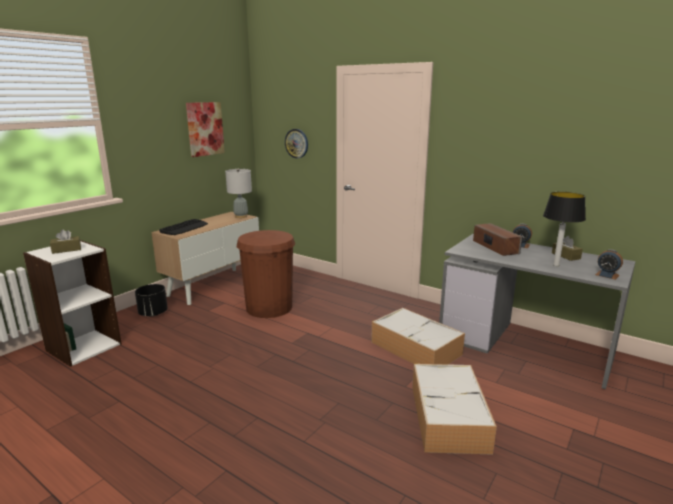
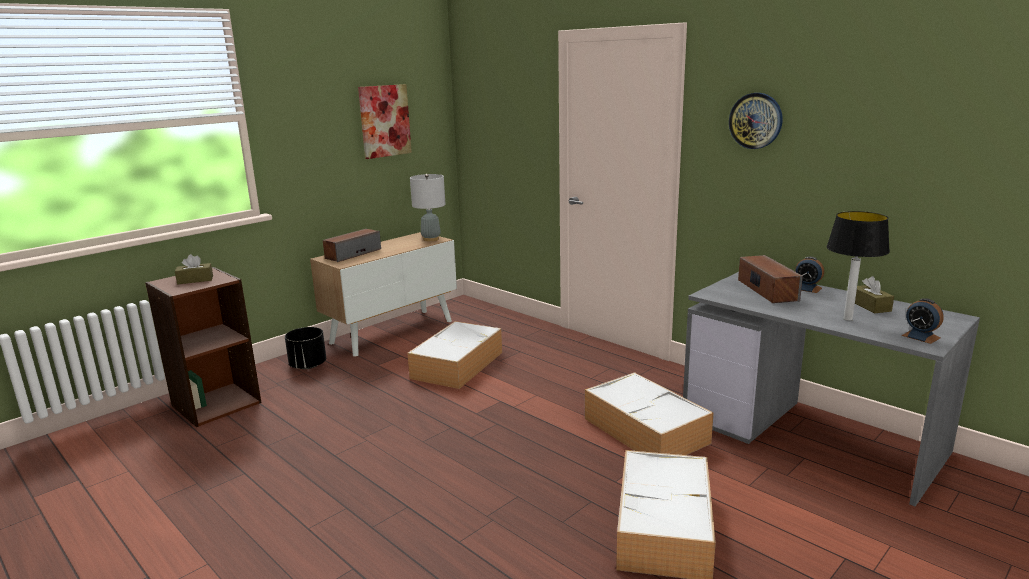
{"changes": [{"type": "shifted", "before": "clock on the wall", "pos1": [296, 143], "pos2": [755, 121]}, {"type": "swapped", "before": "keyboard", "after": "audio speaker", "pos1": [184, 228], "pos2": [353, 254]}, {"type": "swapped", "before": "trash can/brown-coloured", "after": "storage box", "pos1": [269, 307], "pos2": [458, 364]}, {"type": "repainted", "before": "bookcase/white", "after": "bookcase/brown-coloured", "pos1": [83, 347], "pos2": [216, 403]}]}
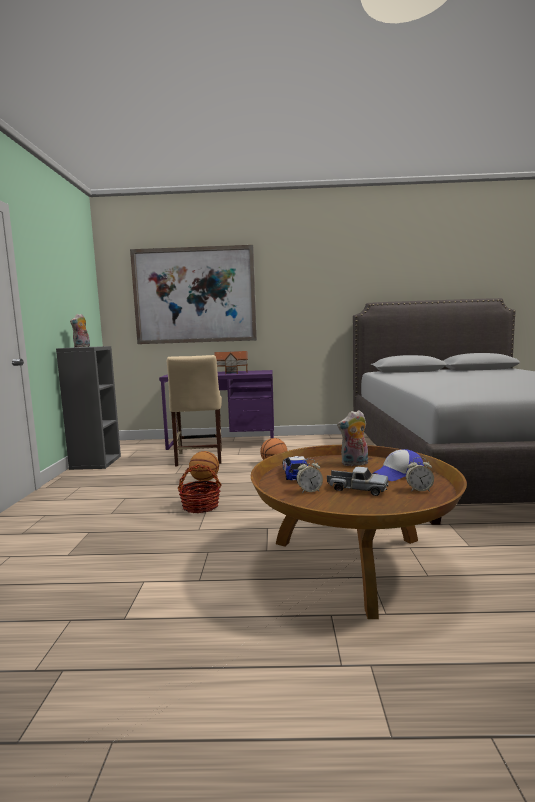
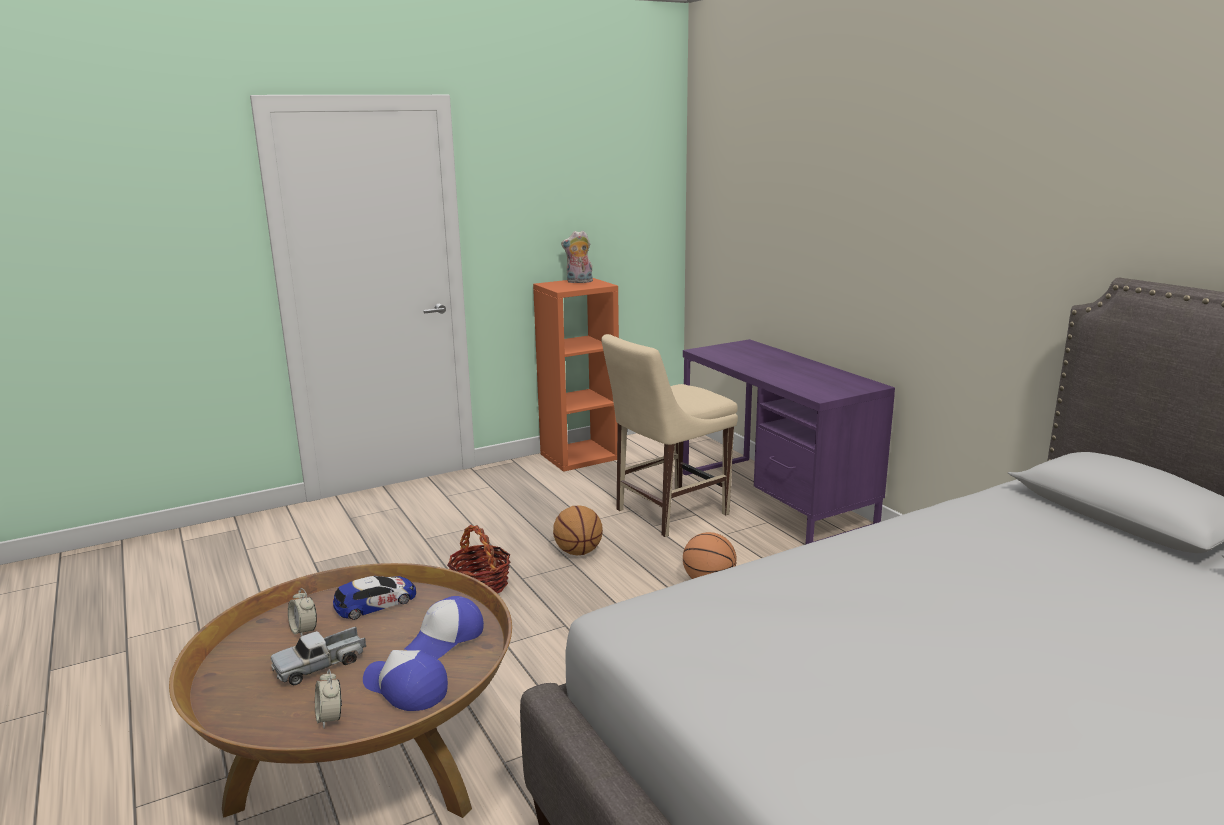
{"changes": [{"type": "gone", "before": "wall picture", "pos1": [195, 296]}, {"type": "repainted", "before": "bookcase/grey", "after": "bookcase/orange", "pos1": [95, 462], "pos2": [580, 456]}, {"type": "gone", "before": "model house", "pos1": [232, 372]}, {"type": "swapped", "before": "cuddly toy", "after": "peaked cap", "pos1": [354, 464], "pos2": [446, 638]}, {"type": "rotated", "before": "toy truck", "pos1": [357, 489], "pos2": [321, 664], "turn": 60}]}
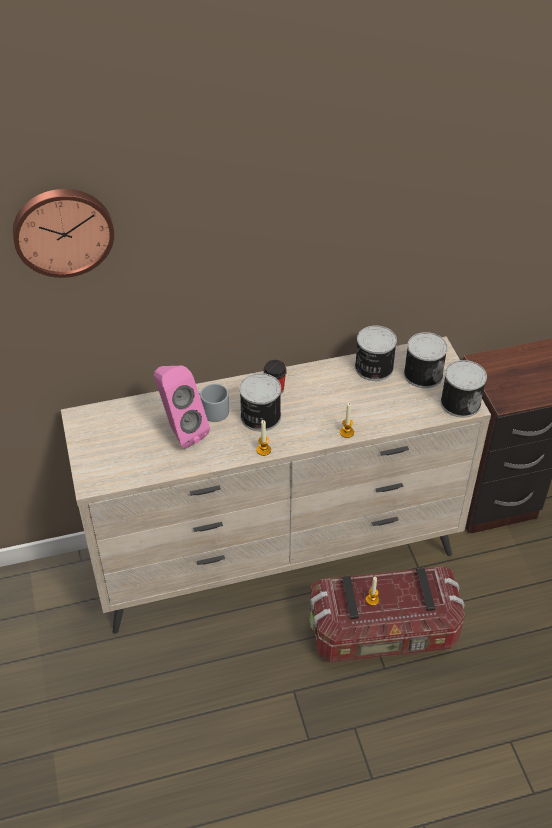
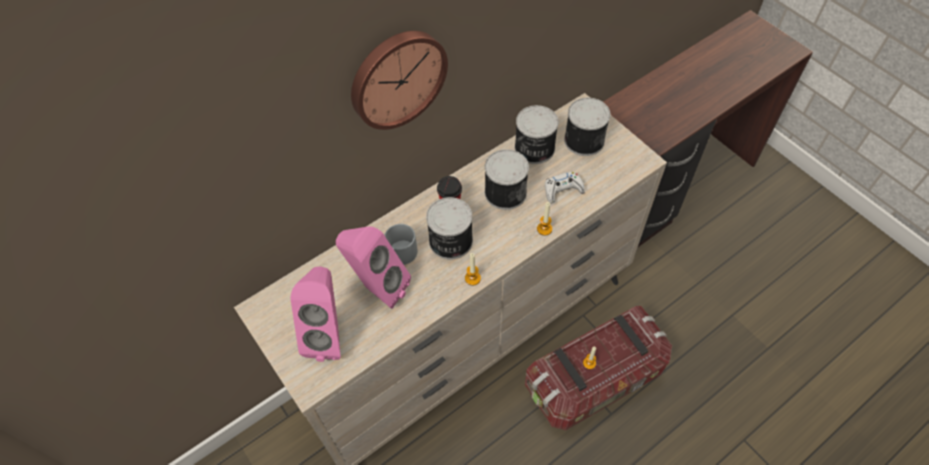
{"changes": [{"type": "shifted", "before": "clock on the wall", "pos1": [63, 230], "pos2": [396, 78]}, {"type": "shifted", "before": "can", "pos1": [460, 402], "pos2": [504, 192]}, {"type": "new", "after": "joypad/white", "pos2": [562, 190]}, {"type": "new", "after": "audio speaker/pink-coloured", "pos2": [329, 334]}]}
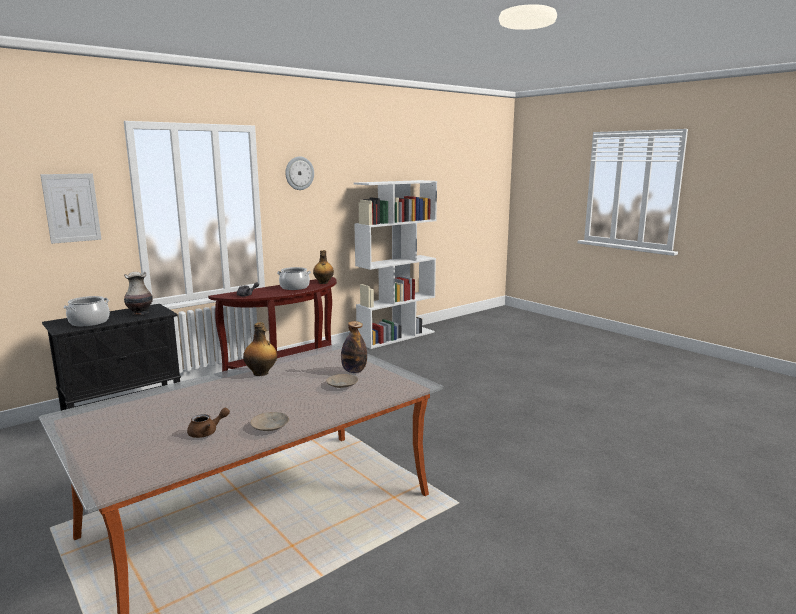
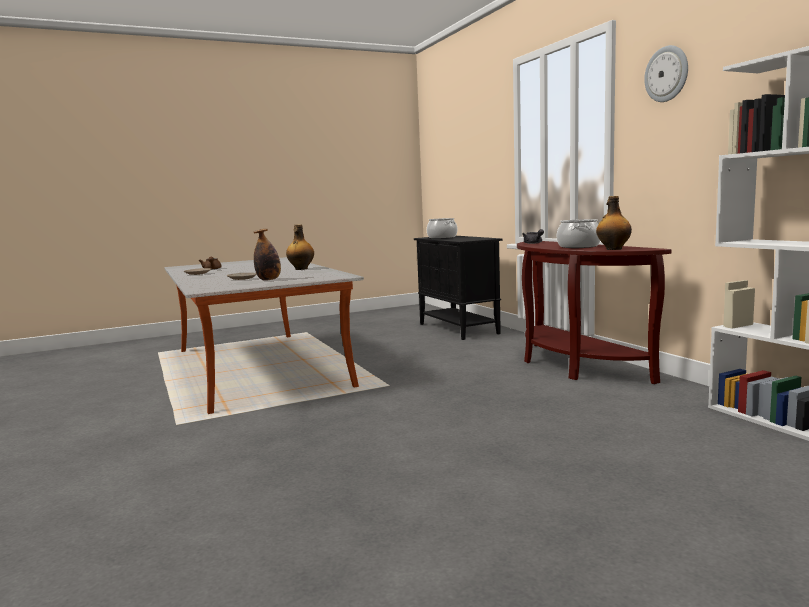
{"changes": [{"type": "gone", "before": "wall picture", "pos1": [71, 208]}, {"type": "gone", "before": "flower vase", "pos1": [139, 313]}]}
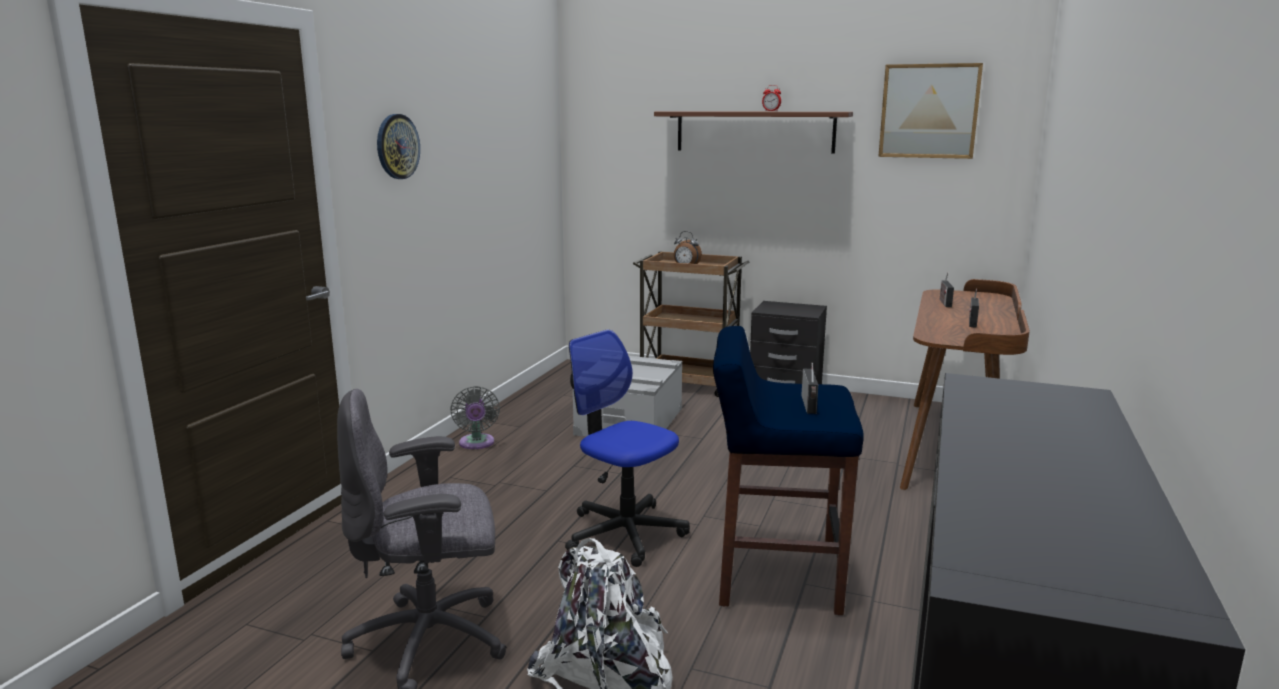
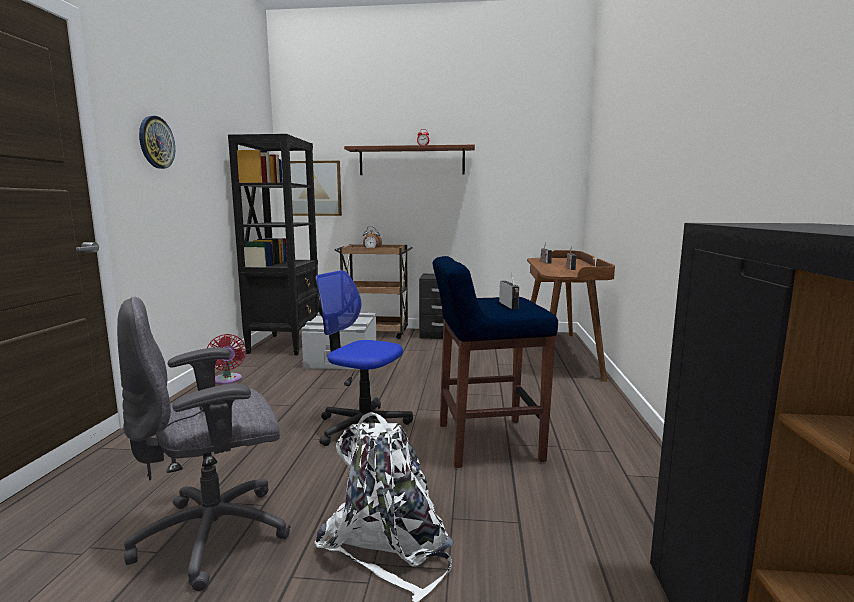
{"changes": [{"type": "shifted", "before": "wall picture", "pos1": [929, 111], "pos2": [314, 188]}, {"type": "repainted", "before": "electric fan/grey", "after": "electric fan/reddish", "pos1": [476, 444], "pos2": [227, 380]}, {"type": "new", "after": "bookcase/black", "pos2": [285, 344]}]}
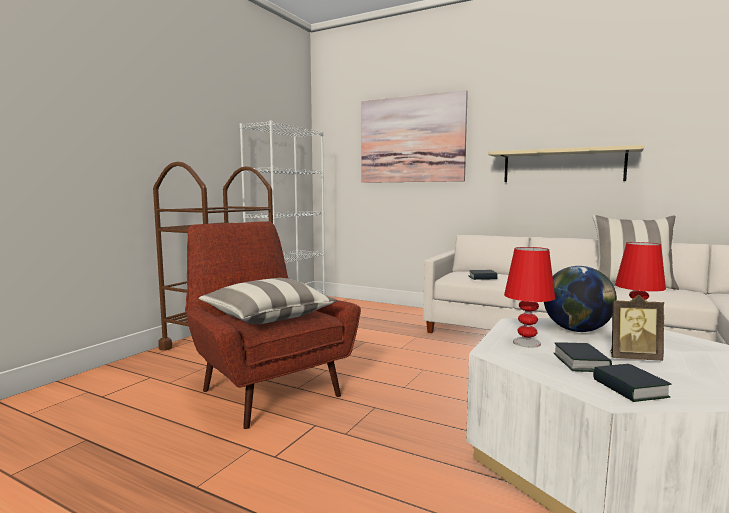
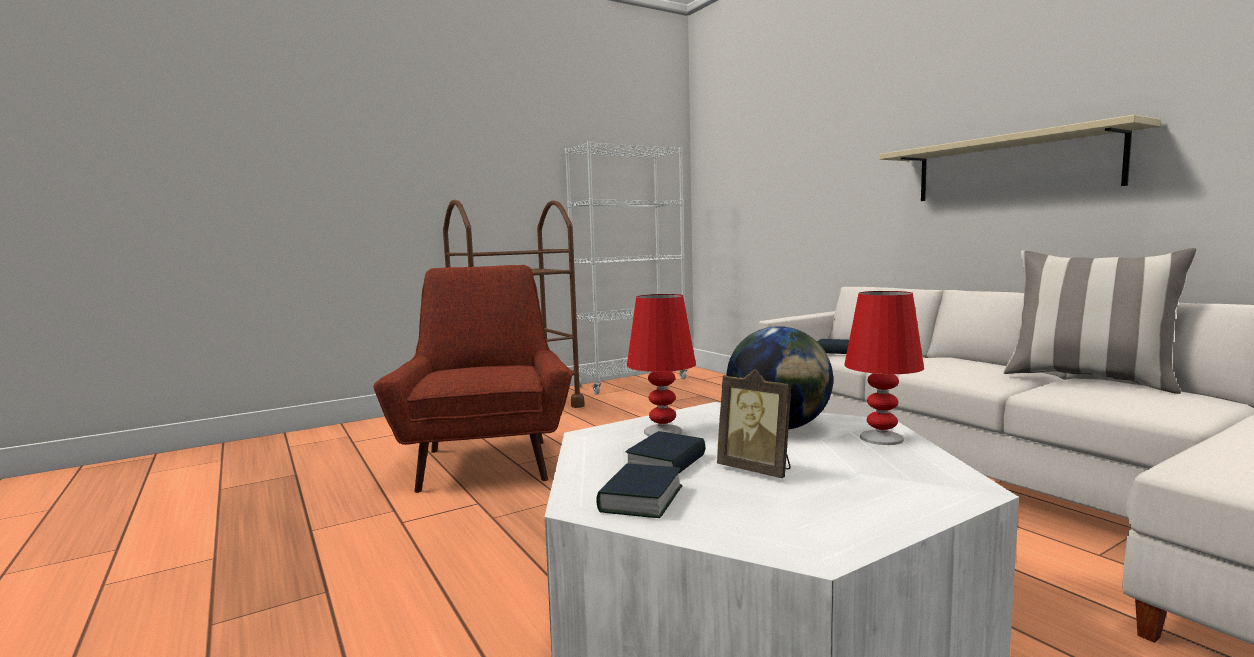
{"changes": [{"type": "gone", "before": "wall picture", "pos1": [411, 139]}, {"type": "gone", "before": "throw pillow", "pos1": [267, 317]}]}
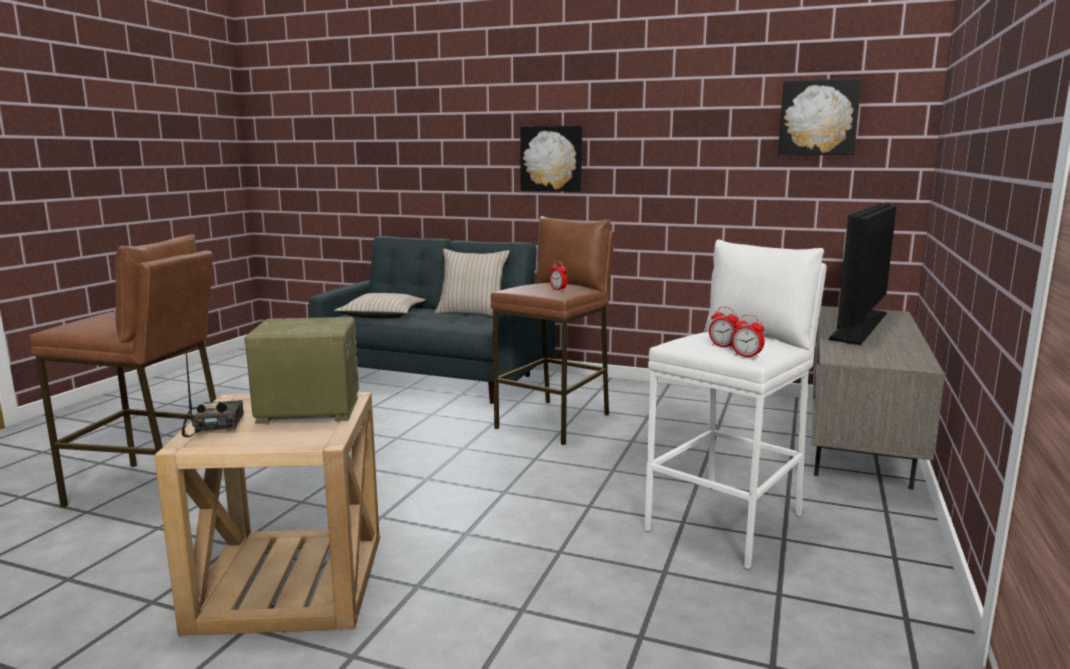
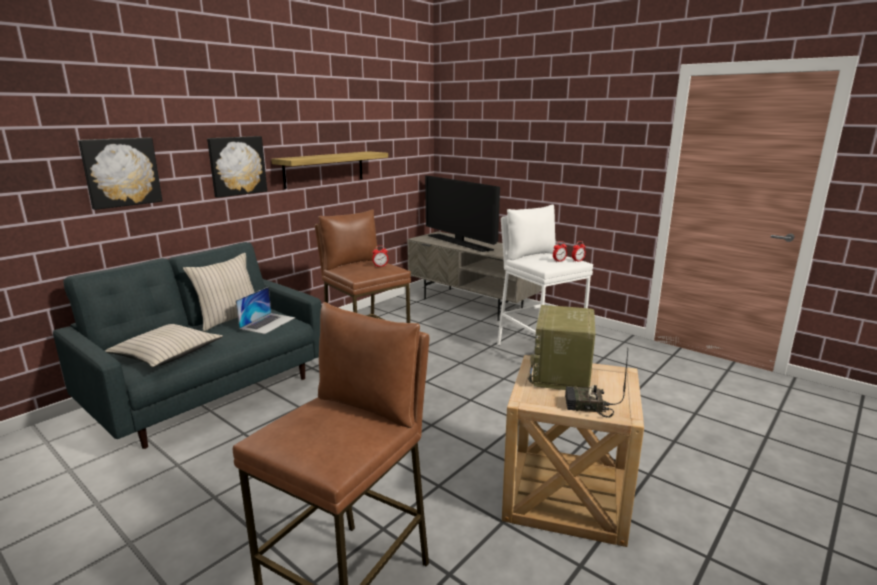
{"changes": [{"type": "shifted", "before": "wall picture", "pos1": [818, 117], "pos2": [121, 172]}, {"type": "new", "after": "shelf", "pos2": [324, 169]}, {"type": "new", "after": "laptop", "pos2": [268, 323]}]}
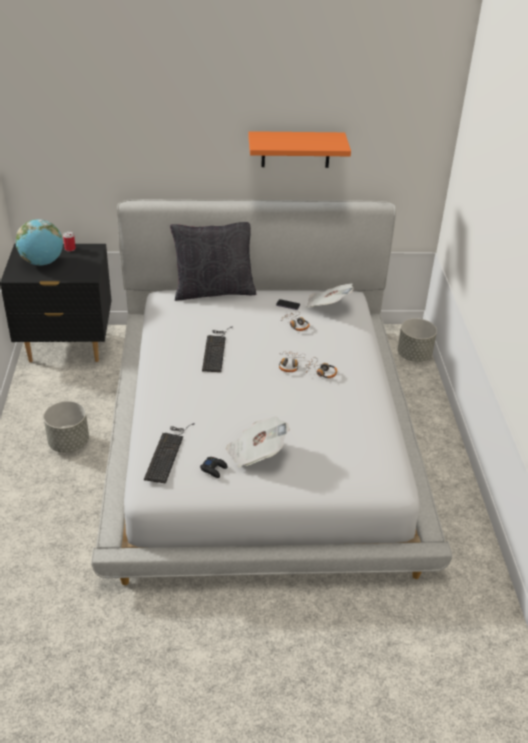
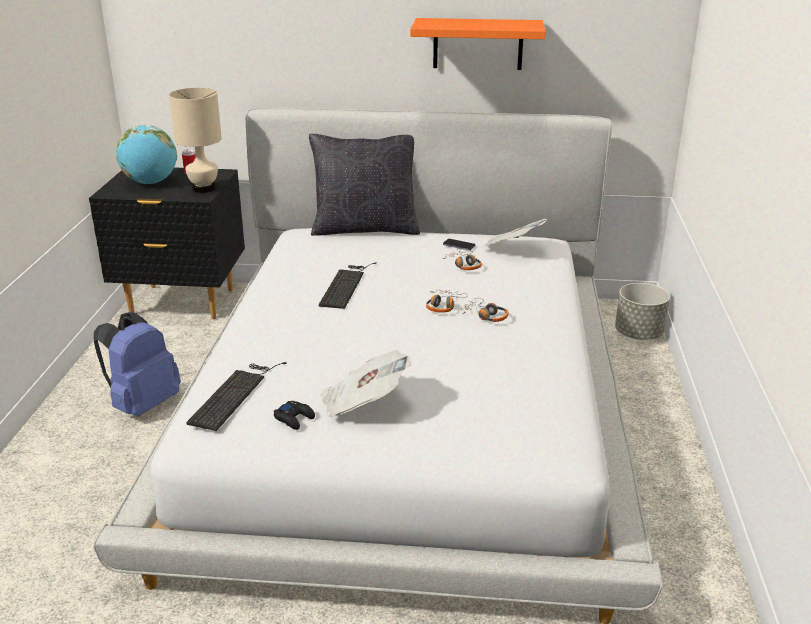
{"changes": [{"type": "swapped", "before": "planter/grey", "after": "rucksack/bluish", "pos1": [69, 443], "pos2": [143, 404]}, {"type": "new", "after": "tabletop lamp/sand-coloured", "pos2": [204, 188]}]}
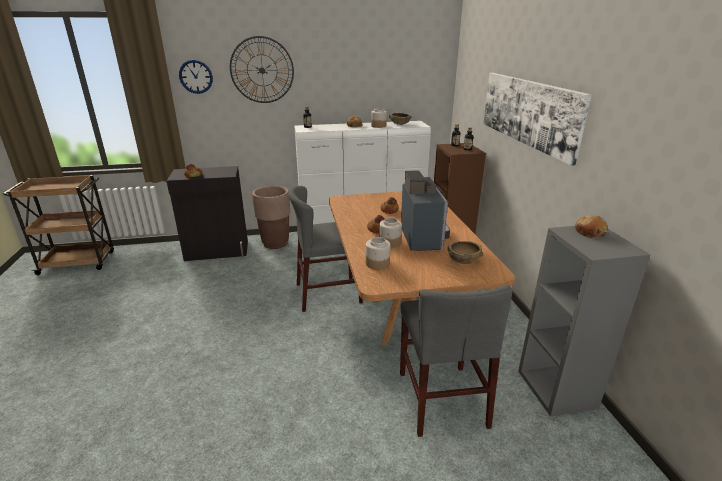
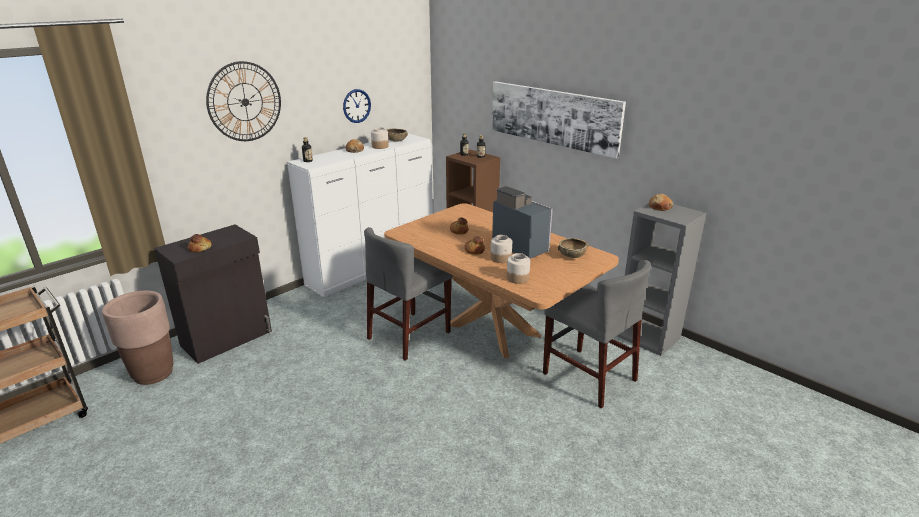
{"changes": [{"type": "shifted", "before": "clock on the wall", "pos1": [196, 76], "pos2": [356, 106]}, {"type": "shifted", "before": "planter/brown-coloured", "pos1": [275, 243], "pos2": [153, 373]}]}
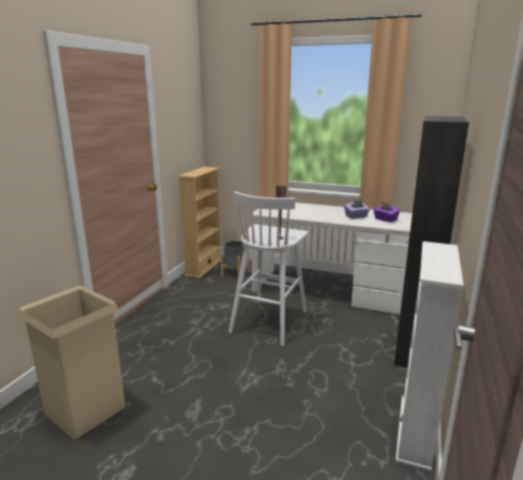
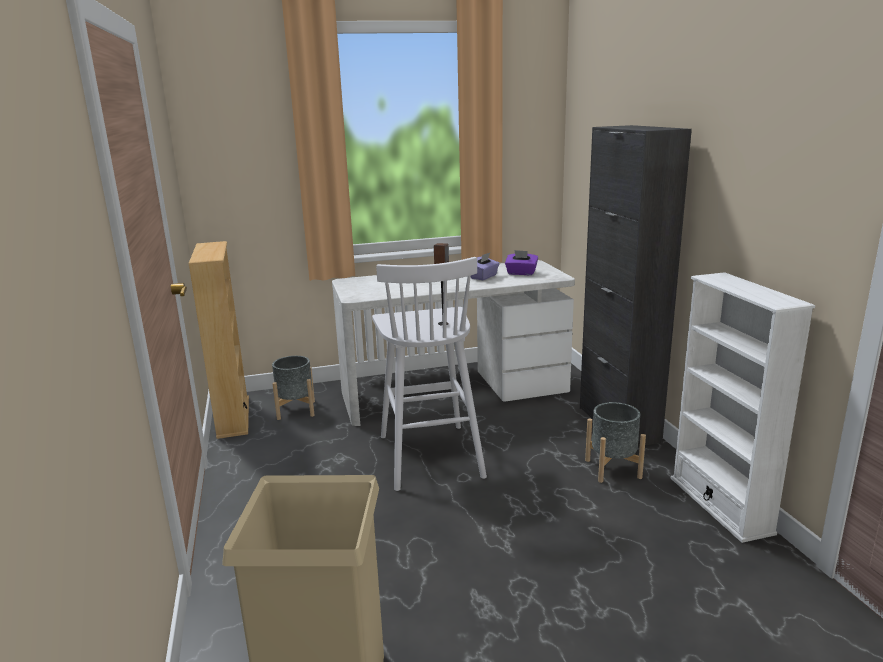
{"changes": [{"type": "new", "after": "planter/grey", "pos2": [613, 469]}]}
